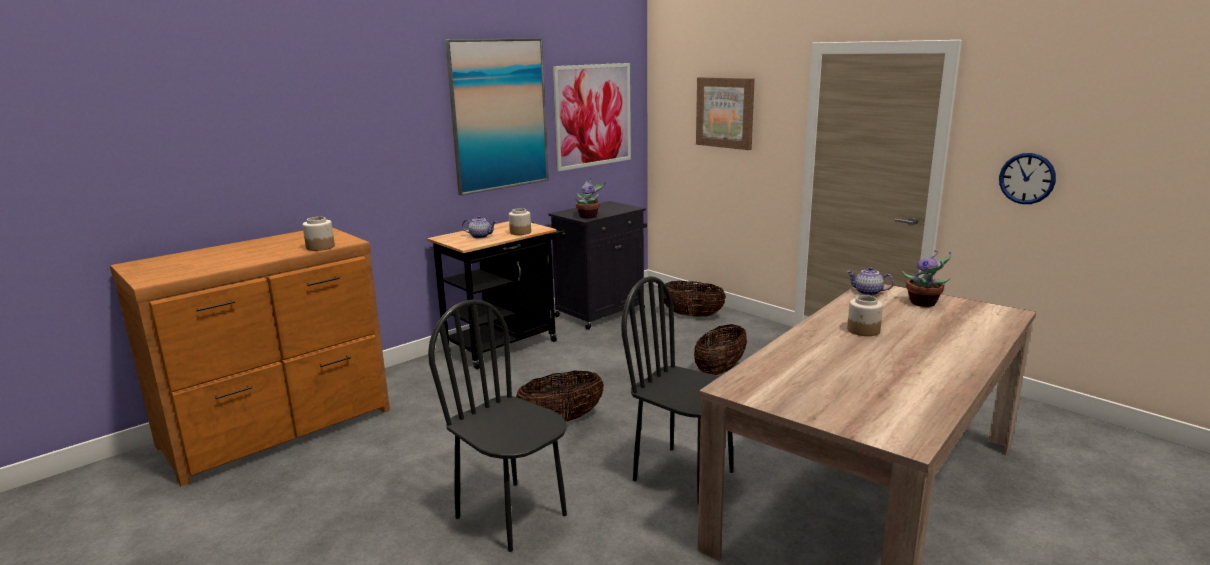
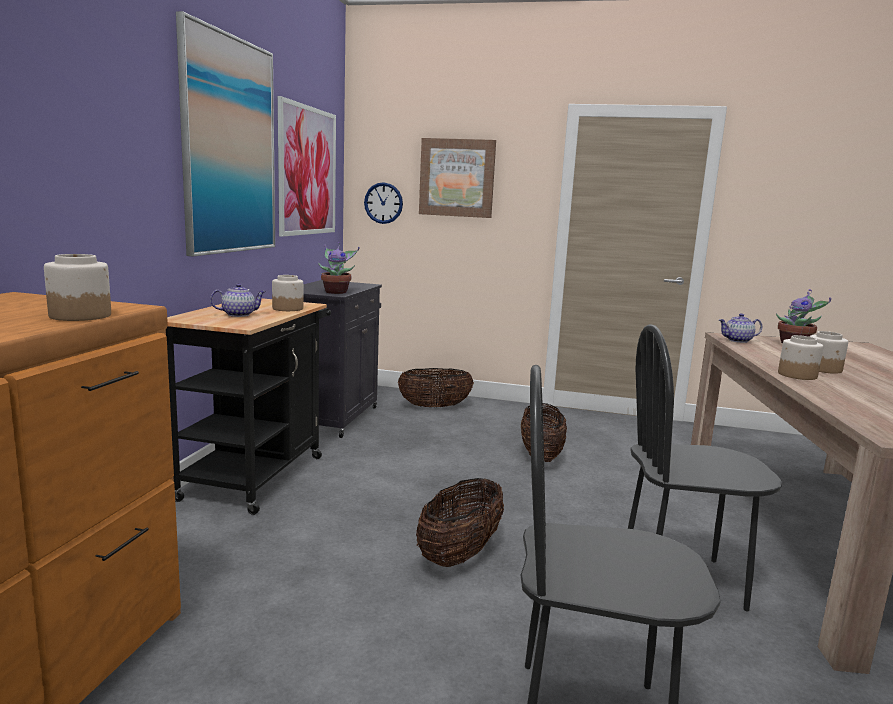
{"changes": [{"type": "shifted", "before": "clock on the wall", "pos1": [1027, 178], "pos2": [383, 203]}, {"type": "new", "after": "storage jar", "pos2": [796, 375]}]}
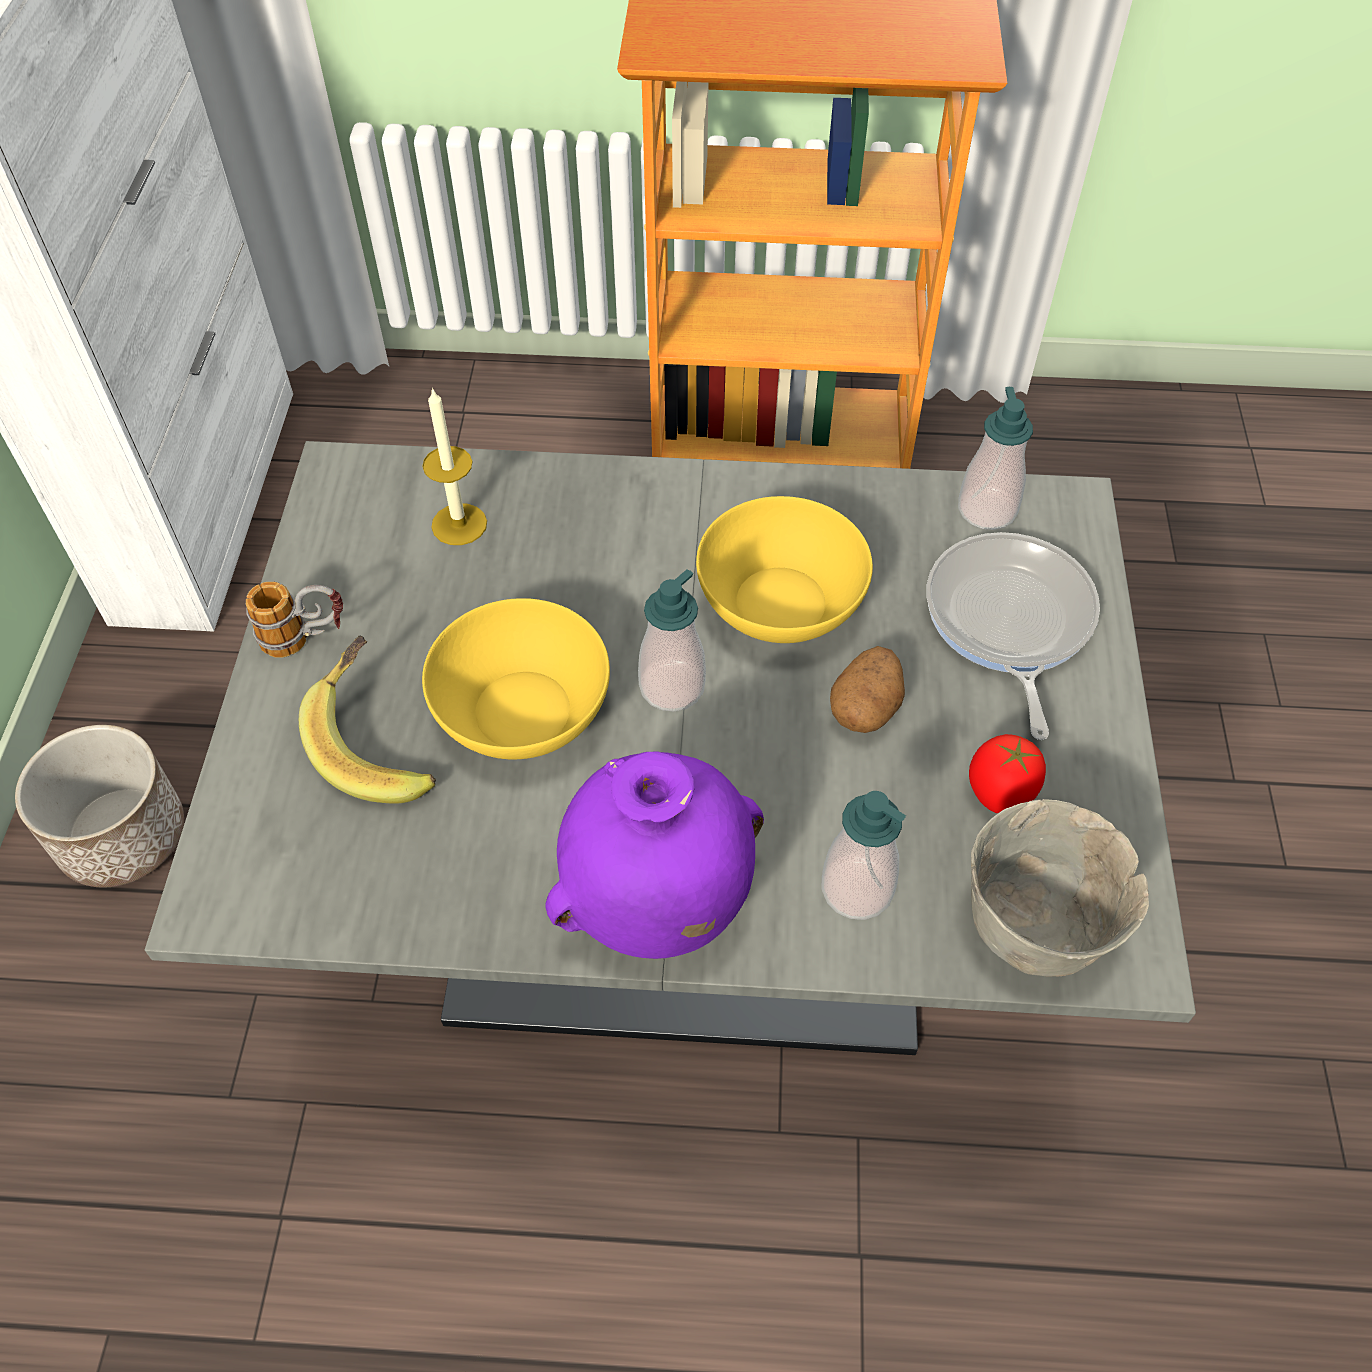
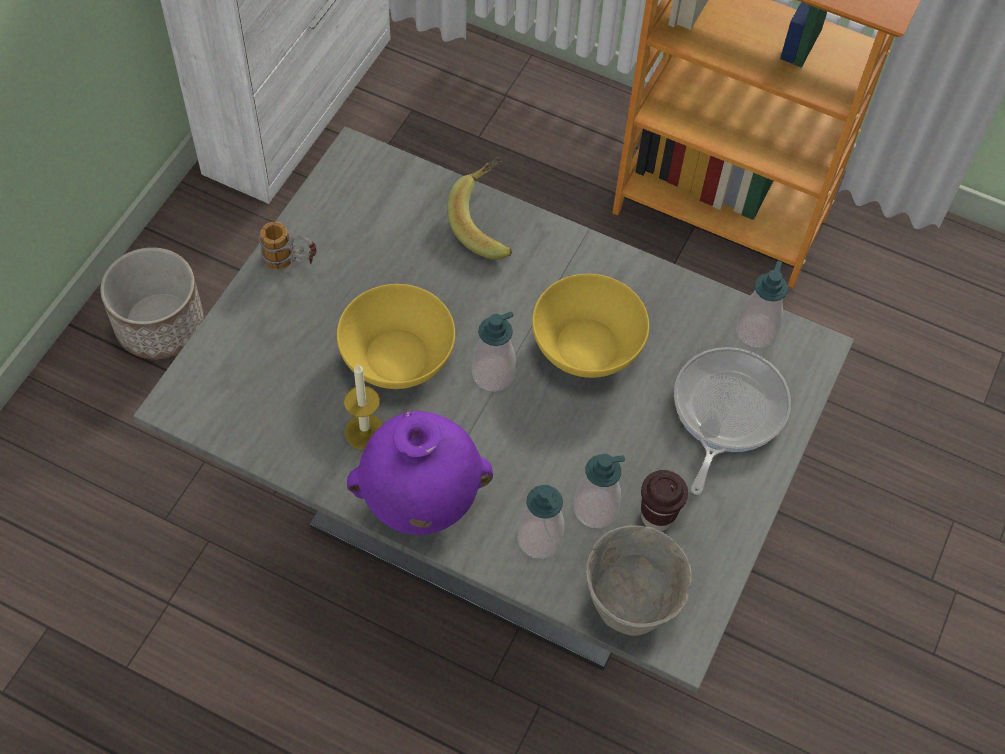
{"changes": [{"type": "shifted", "before": "wax light", "pos1": [459, 524], "pos2": [365, 432]}, {"type": "shifted", "before": "banana", "pos1": [380, 743], "pos2": [489, 222]}, {"type": "gone", "before": "spud", "pos1": [865, 708]}, {"type": "swapped", "before": "tomato", "after": "small cup/brown-coloured", "pos1": [1000, 793], "pos2": [657, 517]}, {"type": "new", "after": "soap dispenser", "pos2": [595, 509]}]}
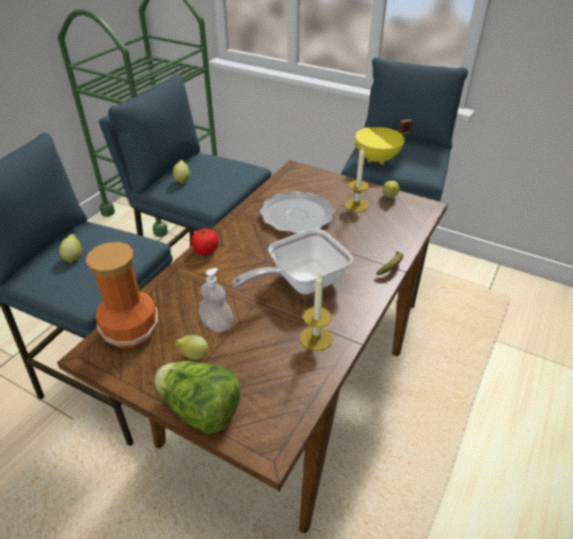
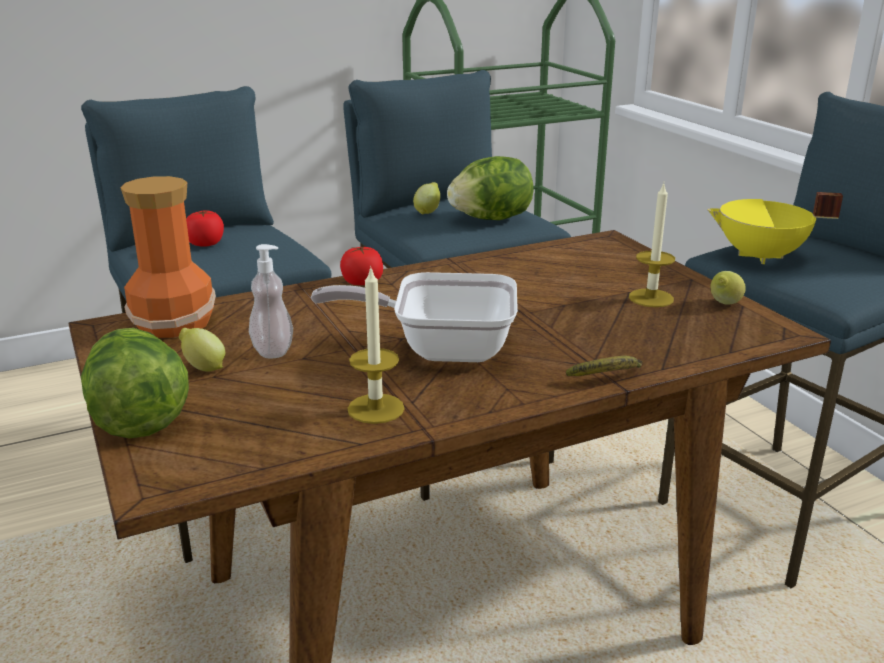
{"changes": [{"type": "gone", "before": "plate", "pos1": [297, 215]}, {"type": "swapped", "before": "whole lemon", "after": "tomato", "pos1": [73, 257], "pos2": [206, 244]}, {"type": "new", "after": "lettuce", "pos2": [491, 219]}]}
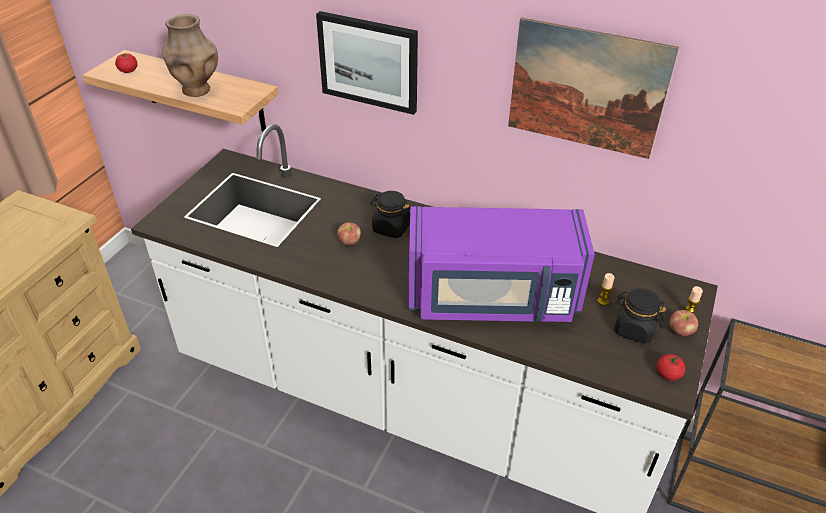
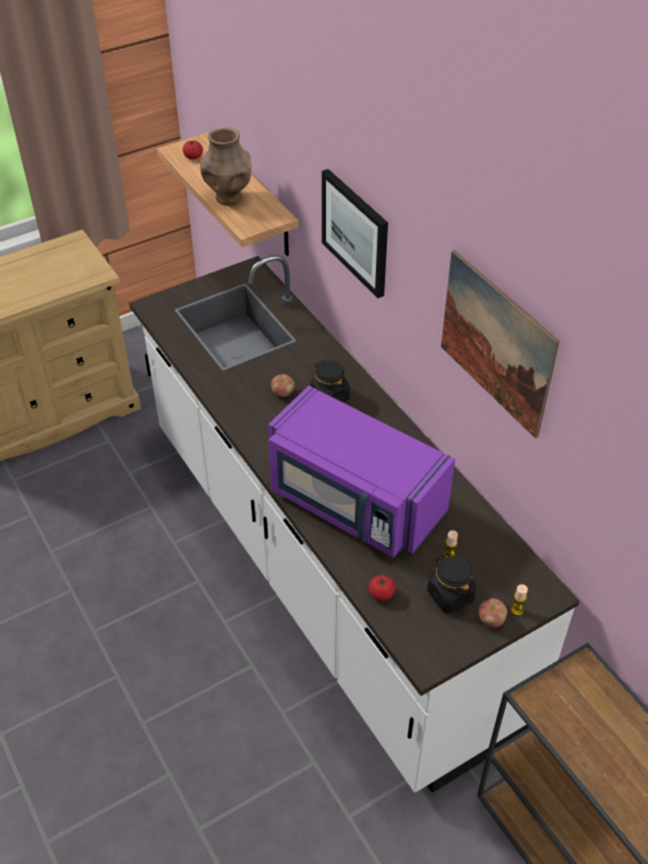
{"changes": [{"type": "shifted", "before": "tomato", "pos1": [668, 374], "pos2": [381, 594]}]}
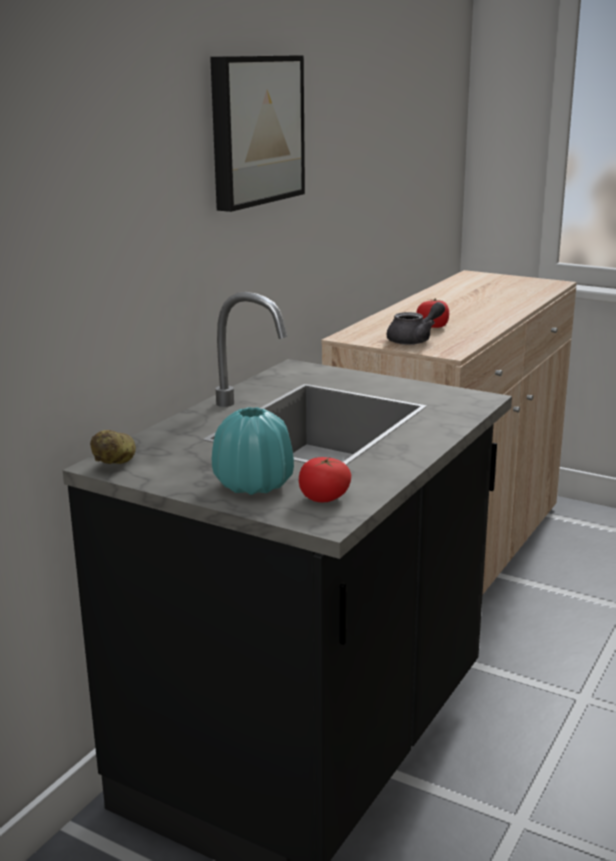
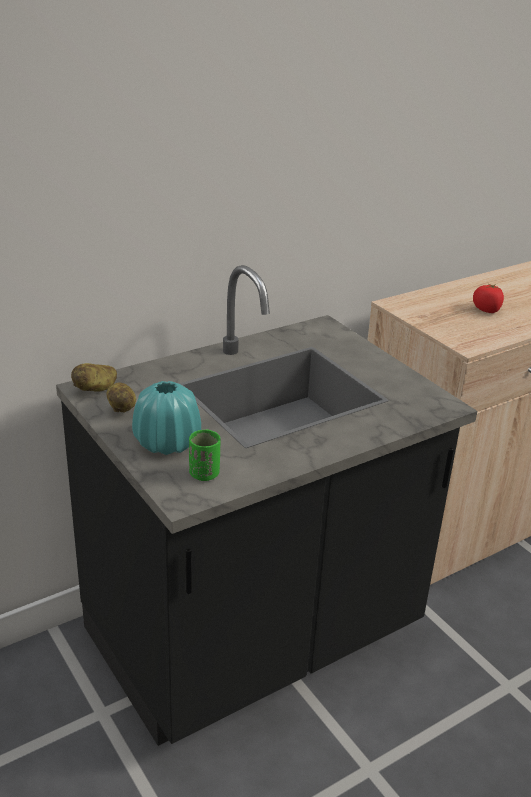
{"changes": [{"type": "gone", "before": "wall picture", "pos1": [254, 130]}, {"type": "gone", "before": "tea pot/grey", "pos1": [415, 340]}, {"type": "swapped", "before": "tomato", "after": "small cup/green-coloured", "pos1": [324, 498], "pos2": [204, 474]}, {"type": "new", "after": "spud", "pos2": [122, 408]}]}
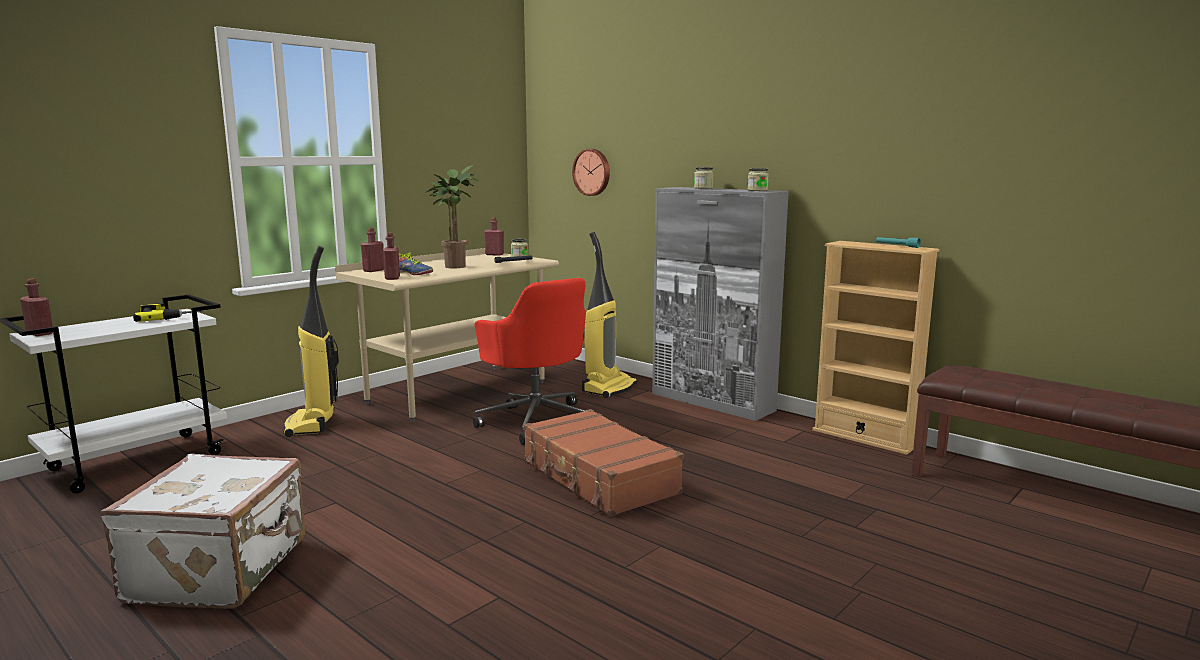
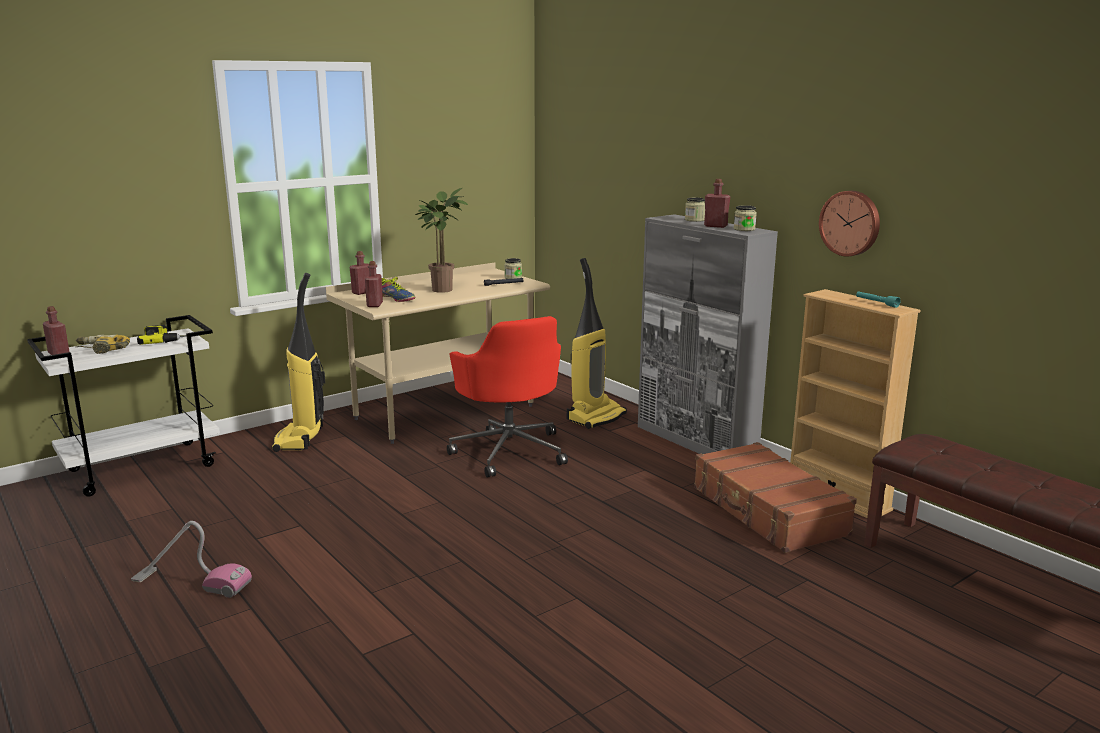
{"changes": [{"type": "shifted", "before": "clock on the wall", "pos1": [592, 172], "pos2": [850, 223]}, {"type": "shifted", "before": "drink bottle/reddish", "pos1": [494, 254], "pos2": [715, 226]}, {"type": "shifted", "before": "suitcase/brown-coloured", "pos1": [598, 477], "pos2": [767, 511]}, {"type": "swapped", "before": "suitcase/white", "after": "hoover", "pos1": [222, 570], "pos2": [191, 582]}, {"type": "new", "after": "drill", "pos2": [101, 350]}]}
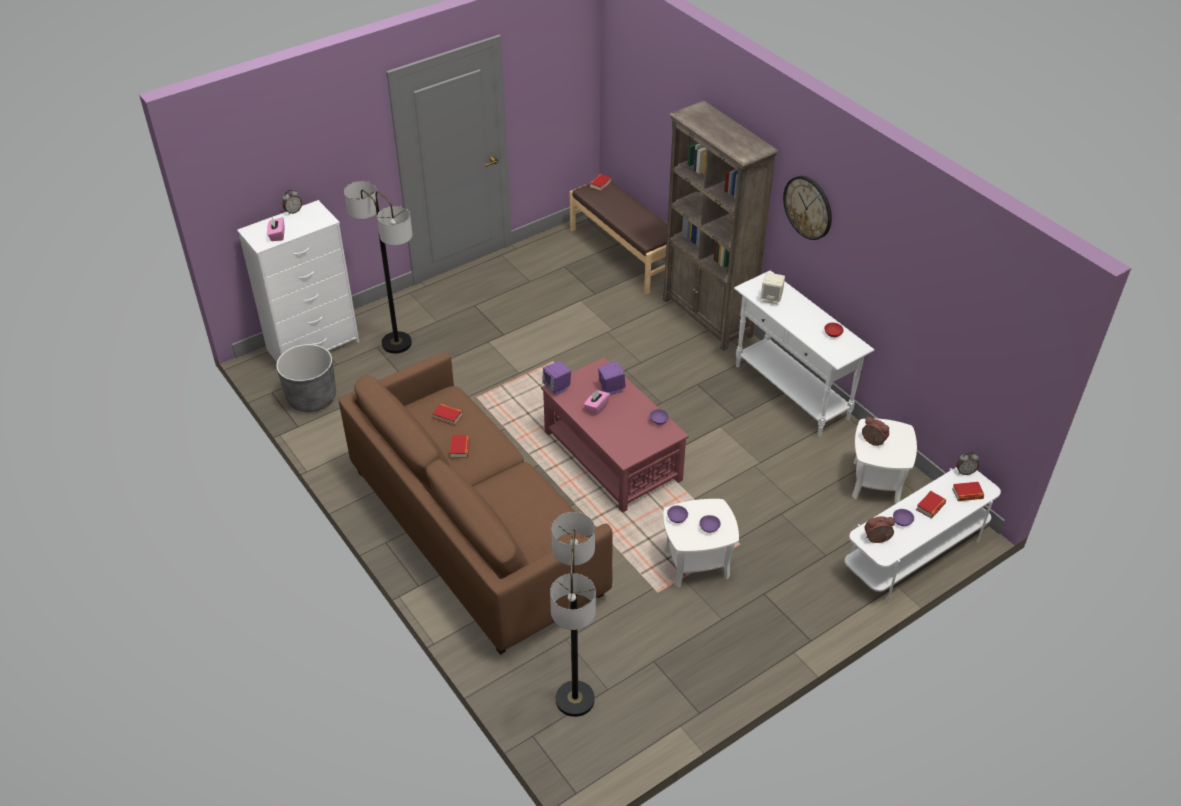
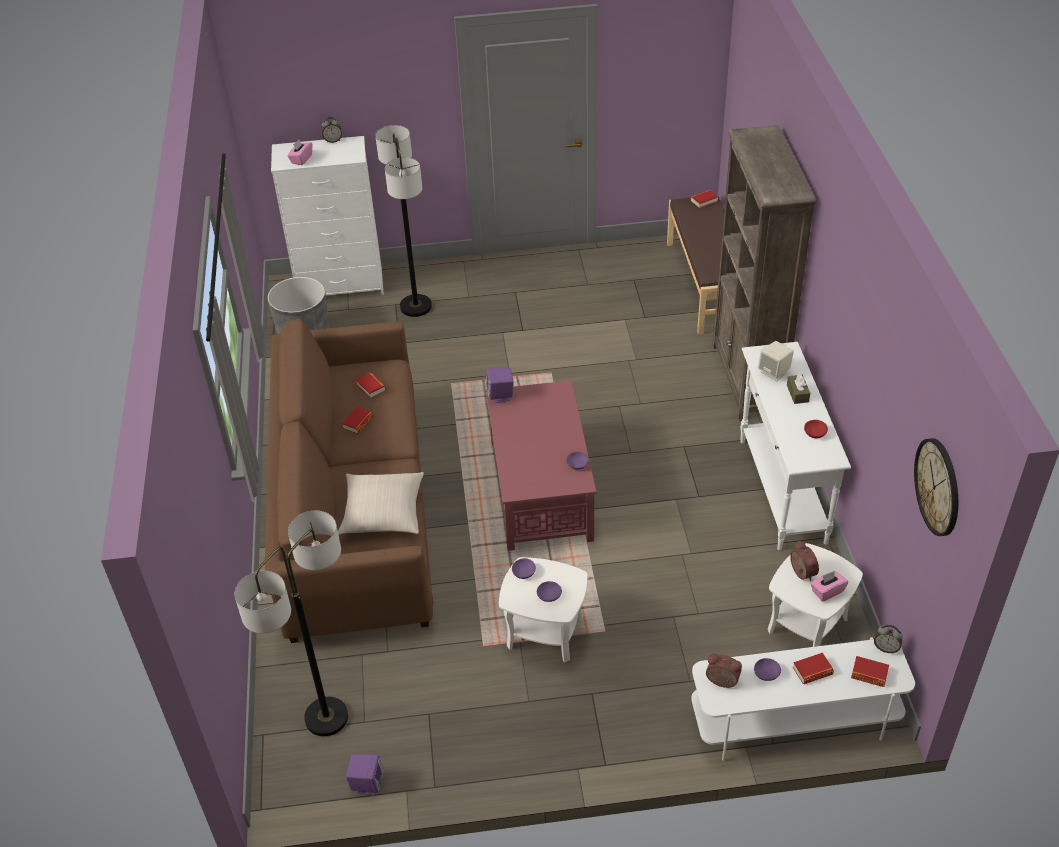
{"changes": [{"type": "shifted", "before": "clock on the wall", "pos1": [808, 207], "pos2": [938, 486]}, {"type": "shifted", "before": "audio speaker/purple", "pos1": [611, 388], "pos2": [367, 783]}, {"type": "shifted", "before": "box of tissues/pink-coloured", "pos1": [596, 407], "pos2": [827, 591]}, {"type": "new", "after": "box of tissues/brown-coloured", "pos2": [797, 393]}, {"type": "new", "after": "throw pillow/sand-coloured", "pos2": [383, 513]}]}
